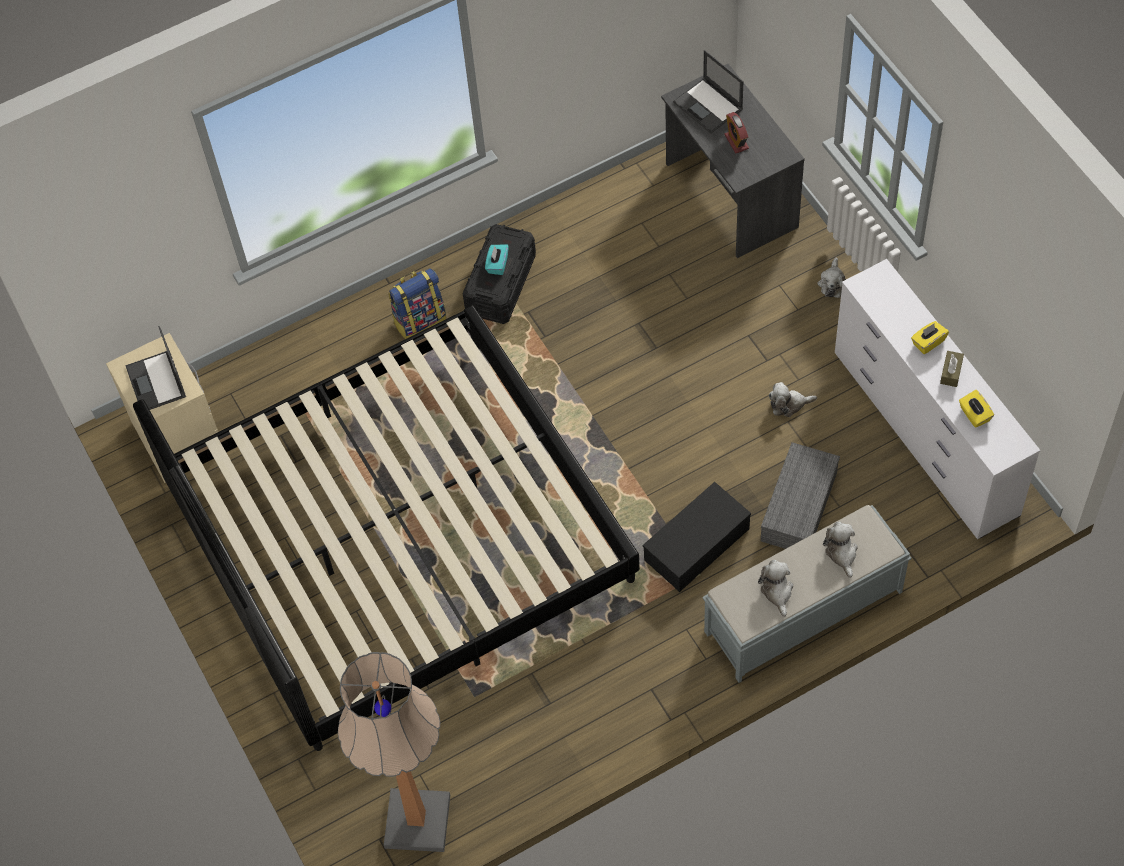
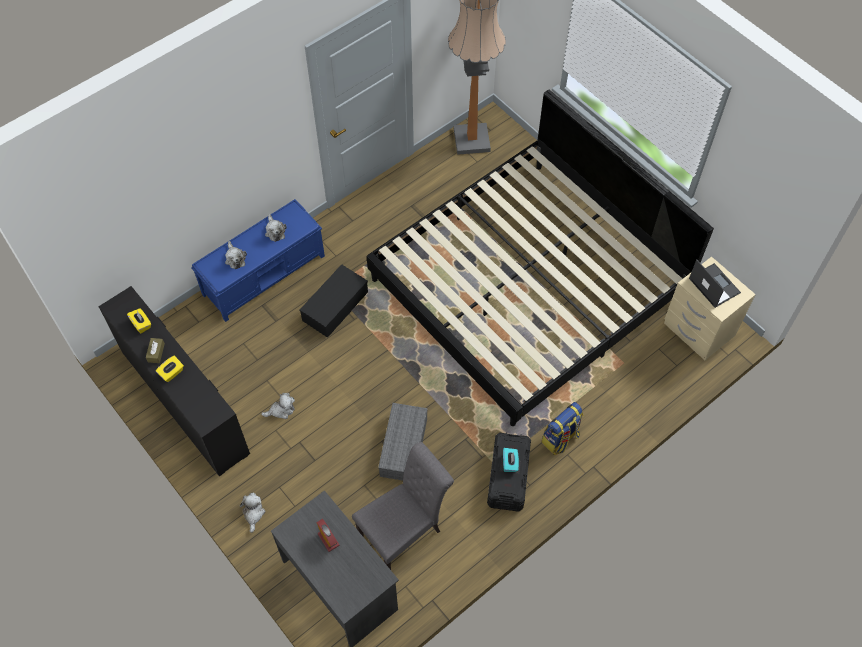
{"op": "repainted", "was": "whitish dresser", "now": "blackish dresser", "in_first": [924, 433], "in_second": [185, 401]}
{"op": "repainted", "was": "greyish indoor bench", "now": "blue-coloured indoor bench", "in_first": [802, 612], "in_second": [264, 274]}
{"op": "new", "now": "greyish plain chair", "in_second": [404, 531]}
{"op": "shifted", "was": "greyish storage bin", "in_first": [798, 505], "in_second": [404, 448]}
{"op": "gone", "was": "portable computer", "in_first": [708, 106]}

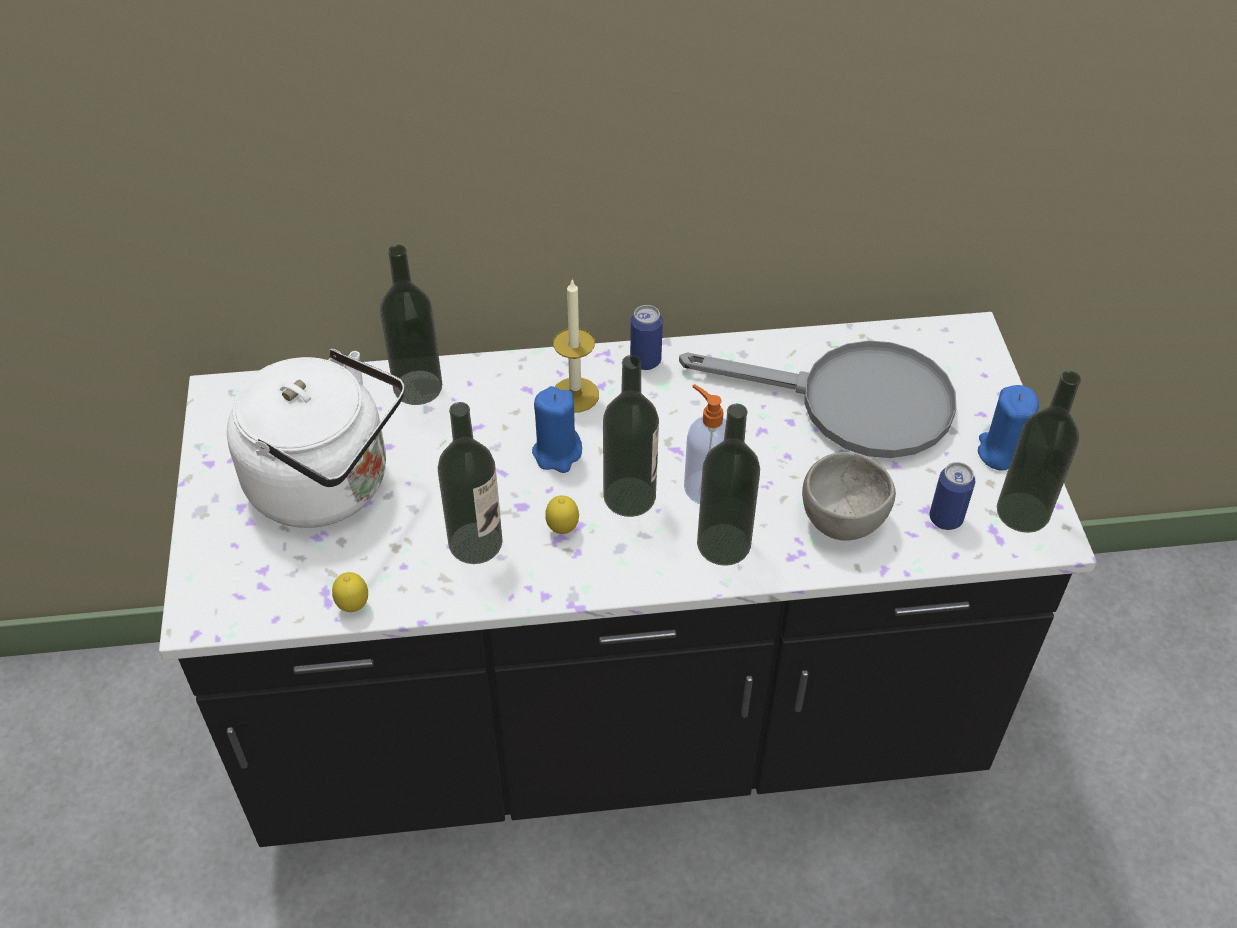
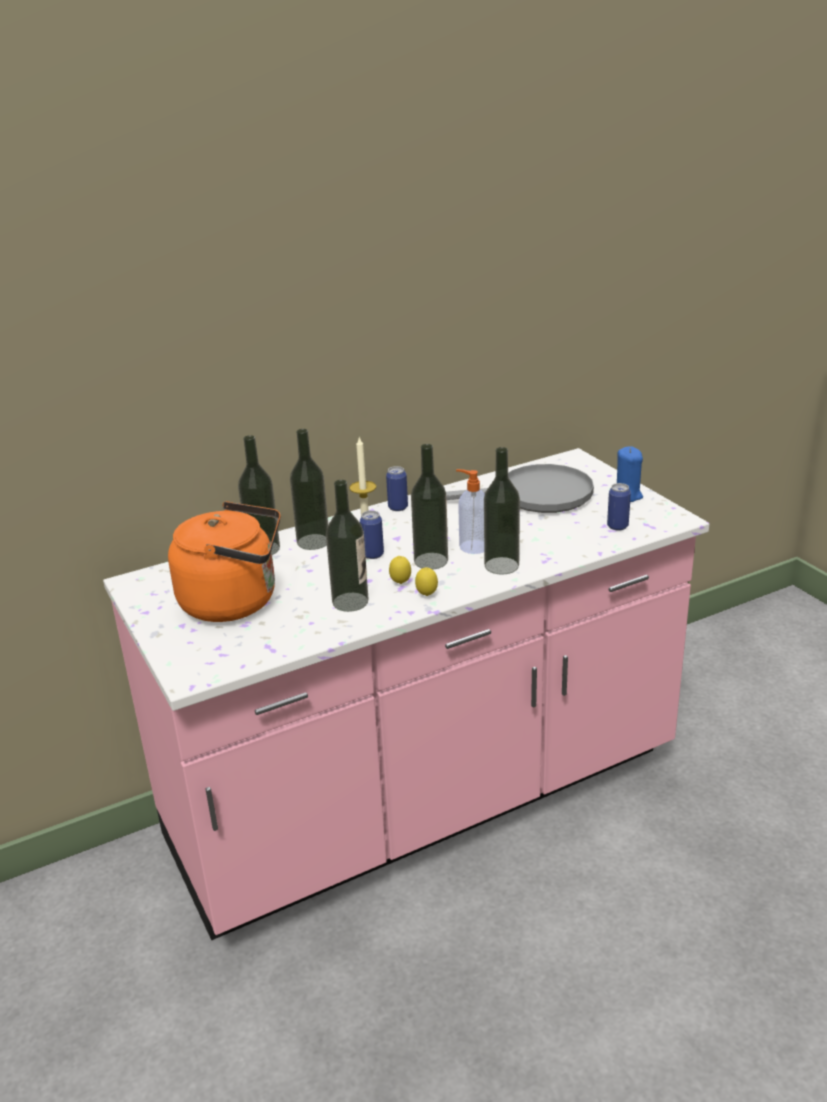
{"op": "repainted", "was": "blackish kitchen base unit", "now": "pink-coloured kitchen base unit", "in_first": [617, 724], "in_second": [425, 801]}
{"op": "repainted", "was": "whitish kettle", "now": "orange kettle", "in_first": [329, 485], "in_second": [235, 601]}
{"op": "shifted", "was": "bottle", "in_first": [1022, 512], "in_second": [313, 542]}
{"op": "swapped", "was": "blue-coloured wax light", "now": "metal can", "in_first": [557, 453], "in_second": [373, 554]}
{"op": "shifted", "was": "lemon", "in_first": [353, 607], "in_second": [427, 595]}
{"op": "gone", "was": "greyish deep dish", "in_first": [845, 522]}

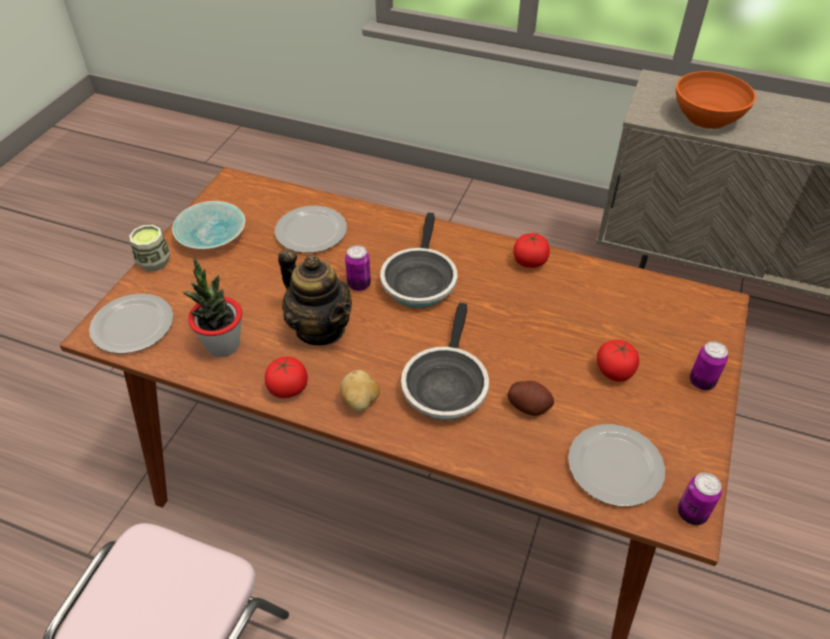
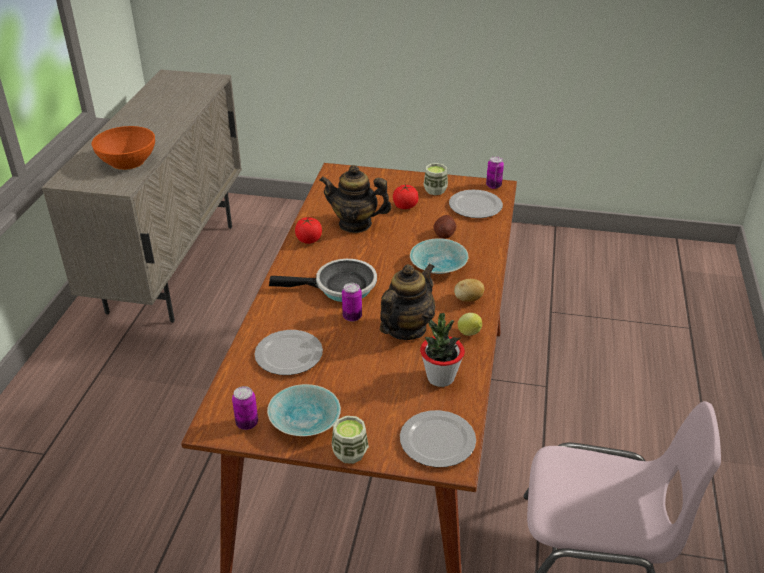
{"op": "shifted", "was": "metal can", "in_first": [701, 382], "in_second": [247, 423]}
{"op": "new", "now": "pot for tea", "in_second": [355, 224]}
{"op": "swapped", "was": "pan", "now": "blue-green deep dish", "in_first": [445, 384], "in_second": [439, 266]}
{"op": "new", "now": "small cup", "in_second": [435, 190]}
{"op": "swapped", "was": "whole tomato", "now": "lemon", "in_first": [288, 388], "in_second": [470, 334]}

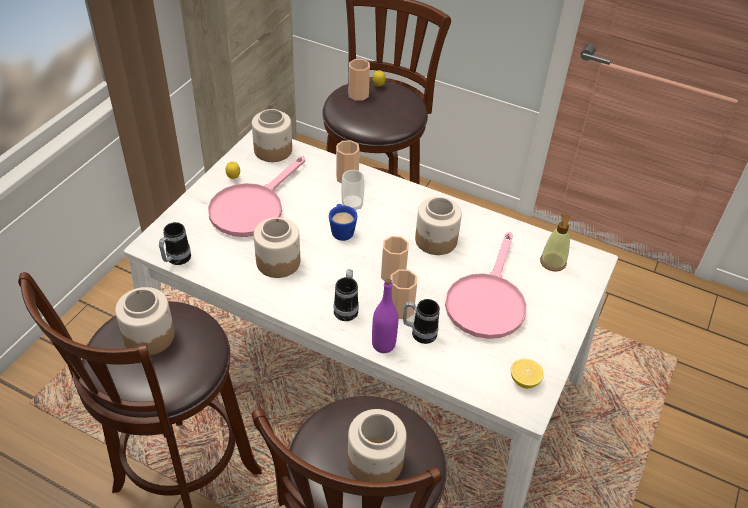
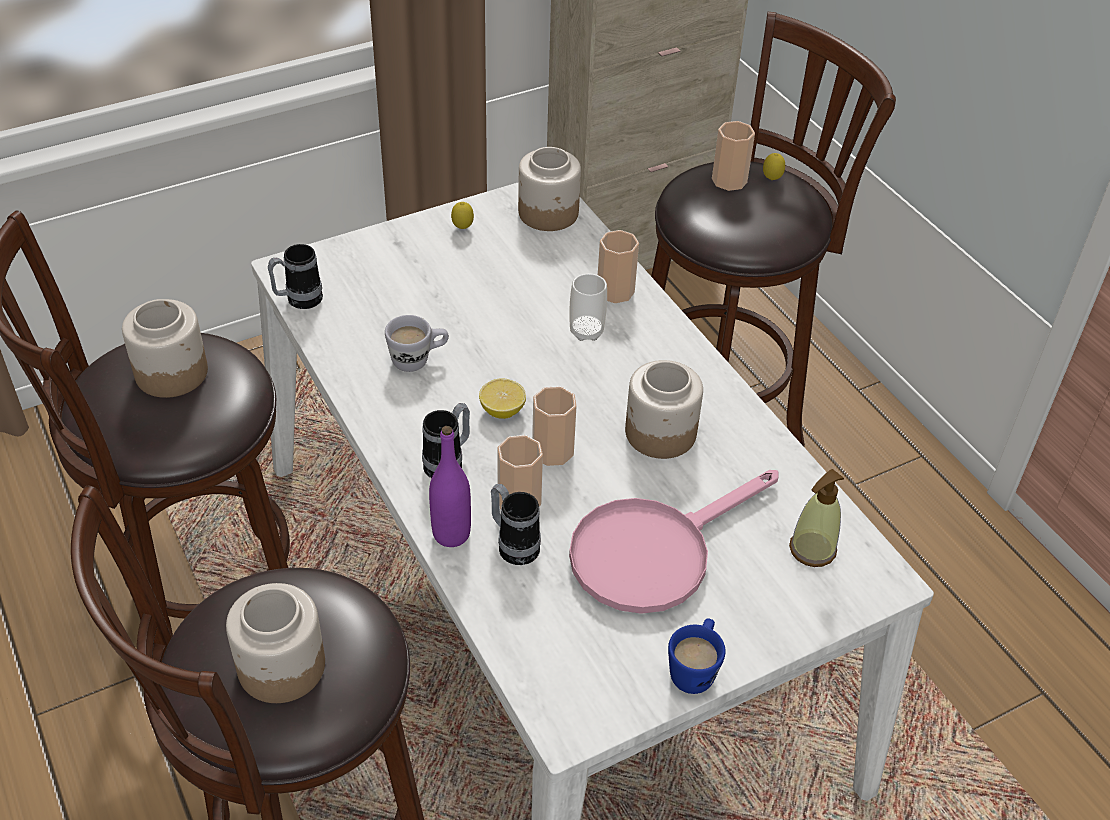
{"op": "swapped", "was": "storage jar", "now": "whitish mug", "in_first": [278, 261], "in_second": [418, 360]}
{"op": "shifted", "was": "lemon", "in_first": [524, 380], "in_second": [502, 410]}
{"op": "shifted", "was": "blue-coloured mug", "in_first": [341, 230], "in_second": [695, 669]}
{"op": "gone", "was": "pink-coloured pan", "in_first": [252, 207]}

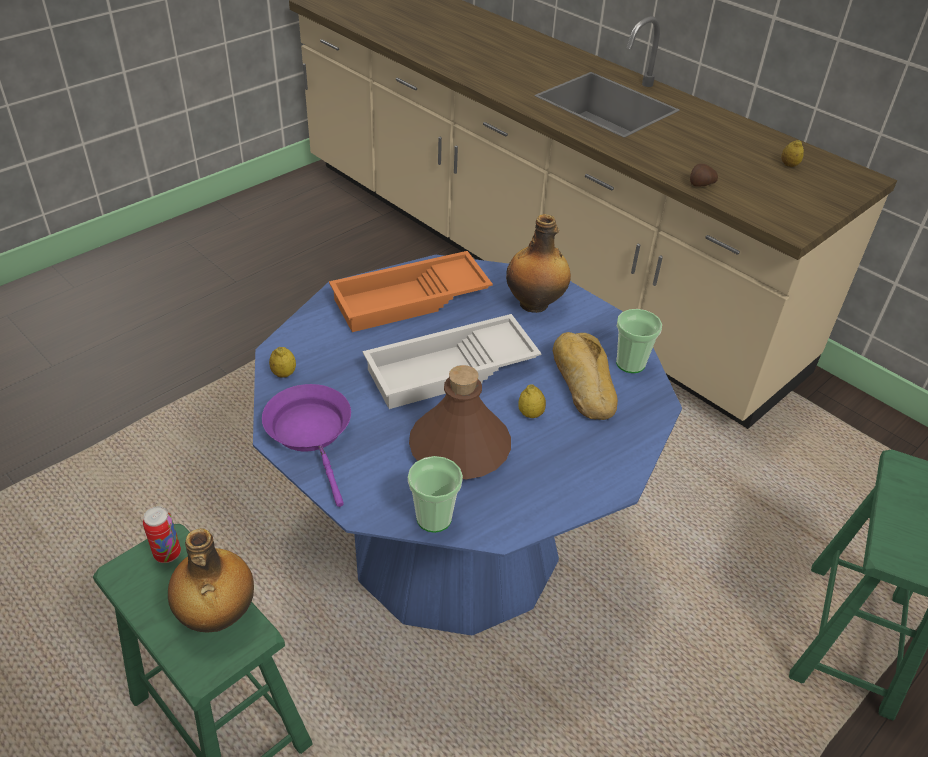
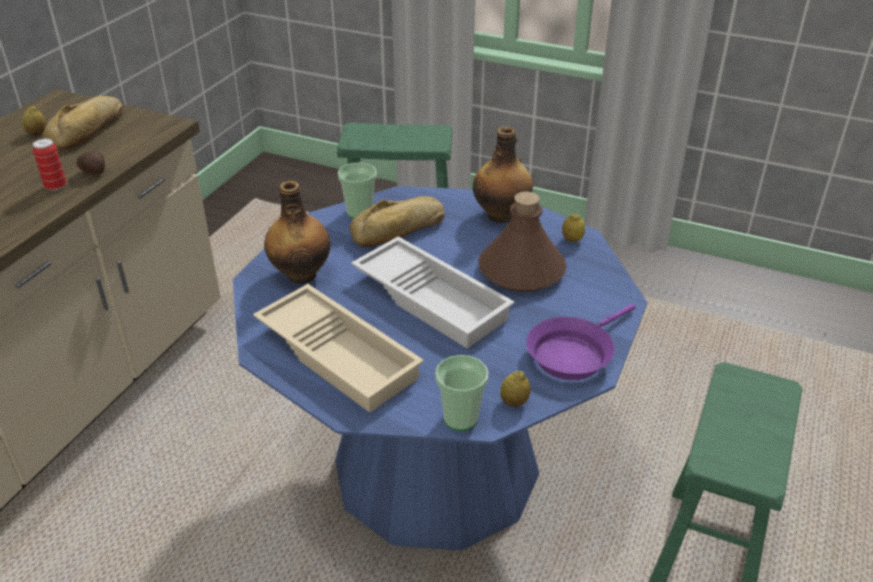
{"op": "shifted", "was": "metal can", "in_first": [167, 554], "in_second": [56, 186]}
{"op": "new", "now": "baked bread", "in_second": [89, 130]}
{"op": "repainted", "was": "orange tray", "now": "beige-coloured tray", "in_first": [410, 301], "in_second": [340, 354]}
{"op": "shifted", "was": "small cup", "in_first": [434, 518], "in_second": [460, 418]}
{"op": "shifted", "was": "bottle", "in_first": [217, 616], "in_second": [502, 215]}
{"op": "shifted", "was": "lemon", "in_first": [530, 414], "in_second": [572, 239]}

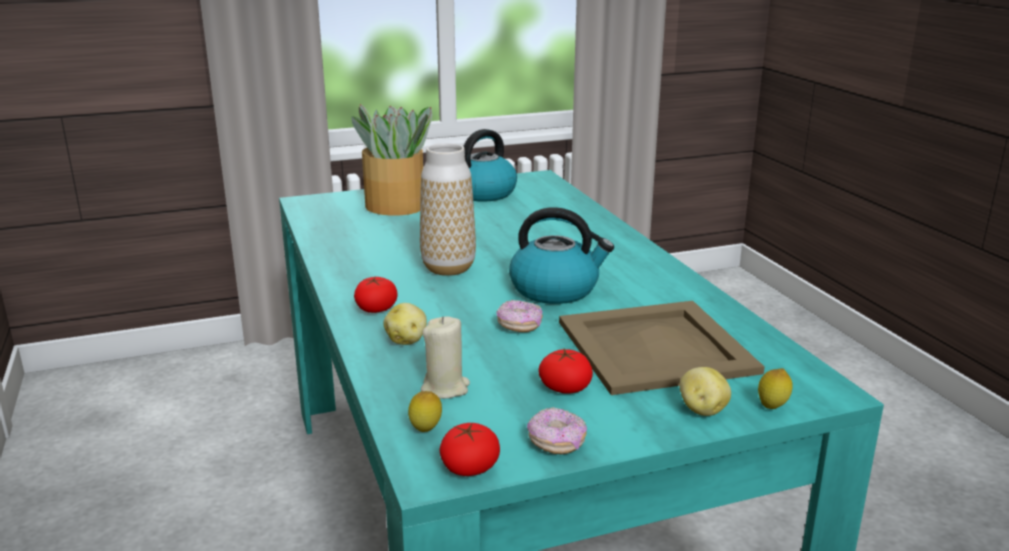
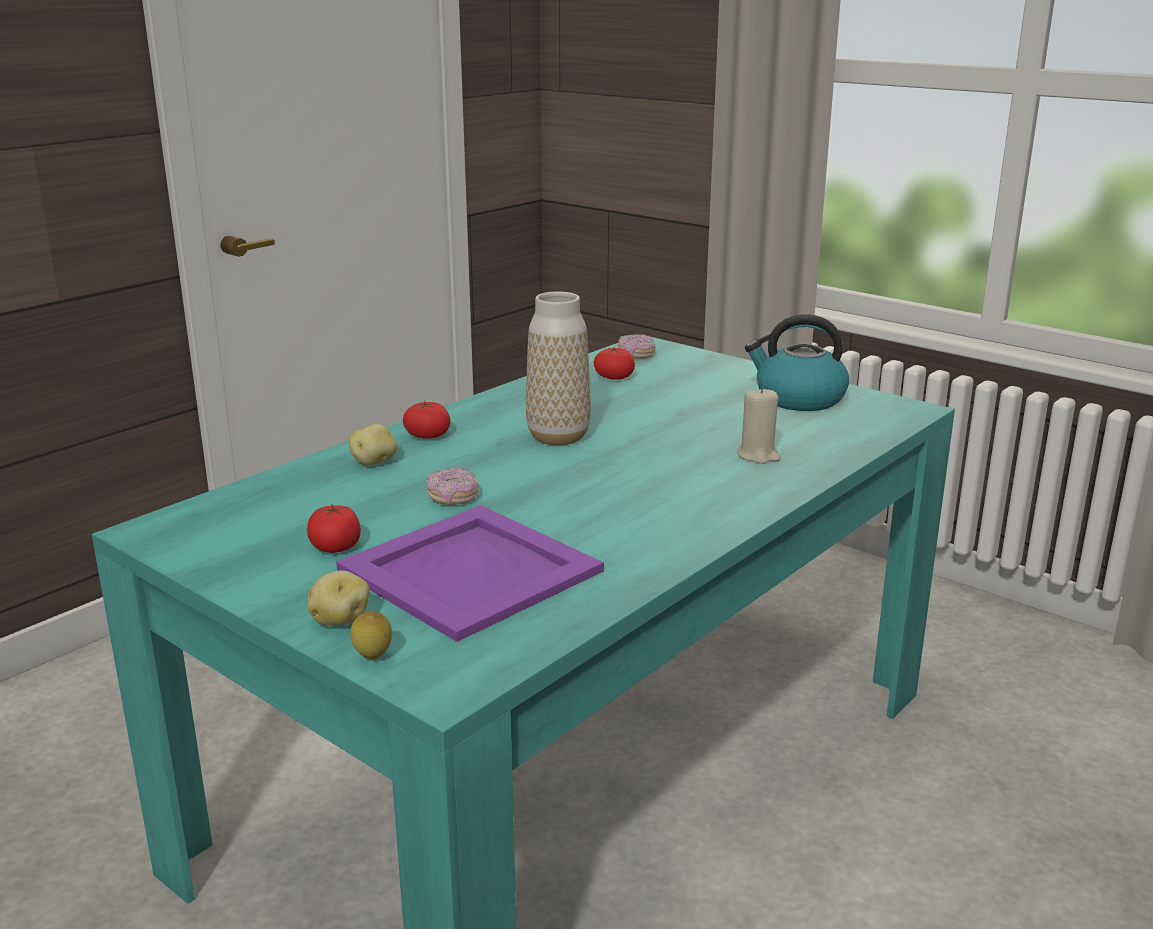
{"op": "repainted", "was": "beige-coloured tray", "now": "purplish tray", "in_first": [653, 346], "in_second": [470, 569]}
{"op": "shifted", "was": "whole tomato", "in_first": [469, 467], "in_second": [614, 377]}
{"op": "shifted", "was": "donut", "in_first": [556, 443], "in_second": [636, 355]}
{"op": "shifted", "was": "beige-coloured wax light", "in_first": [445, 388], "in_second": [758, 455]}
{"op": "gone", "was": "potted plant", "in_first": [396, 206]}
{"op": "gone", "was": "lemon", "in_first": [426, 431]}
{"op": "gone", "was": "kettle", "in_first": [556, 289]}

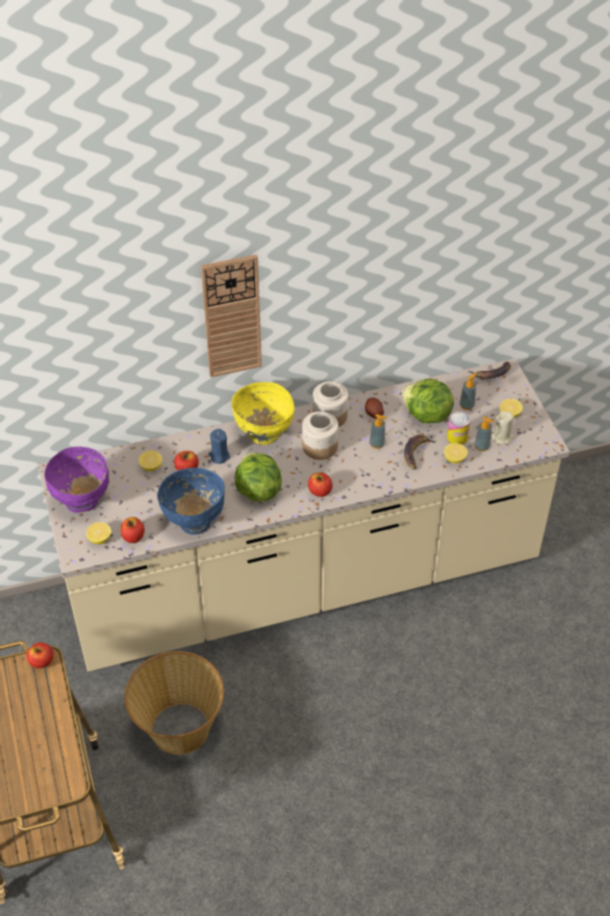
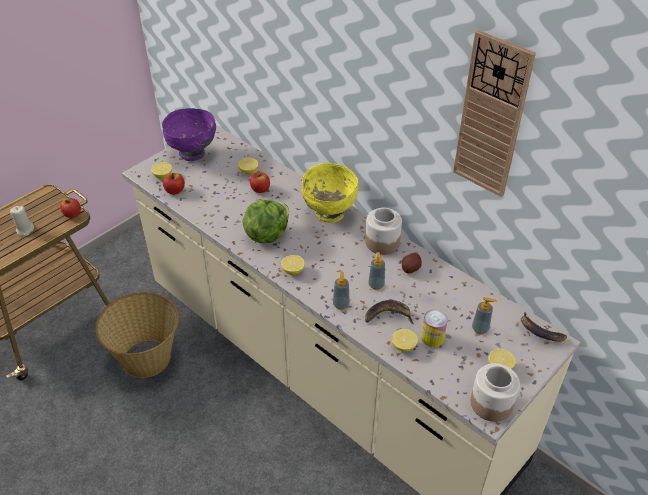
{"op": "shifted", "was": "beige-coloured wax light", "in_first": [502, 437], "in_second": [25, 230]}
{"op": "swapped", "was": "whole apple", "now": "lemon", "in_first": [320, 491], "in_second": [293, 271]}
{"op": "shifted", "was": "liquid soap bottle", "in_first": [482, 446], "in_second": [341, 304]}
{"op": "shifted", "was": "clock on the wall", "in_first": [232, 316], "in_second": [491, 117]}
{"op": "shifted", "was": "storage jar", "in_first": [319, 447], "in_second": [490, 403]}
{"op": "gone", "was": "blue-coloured deep dish", "in_first": [194, 521]}
{"op": "gone", "was": "blue-coloured wax light", "in_first": [219, 456]}
{"op": "gone", "was": "lettuce", "in_first": [426, 415]}

